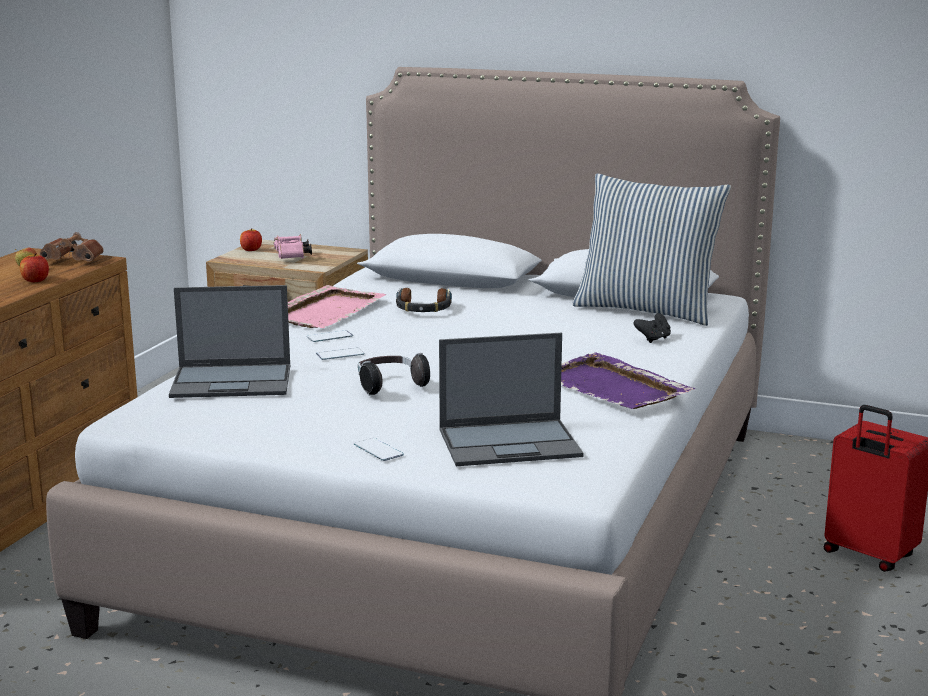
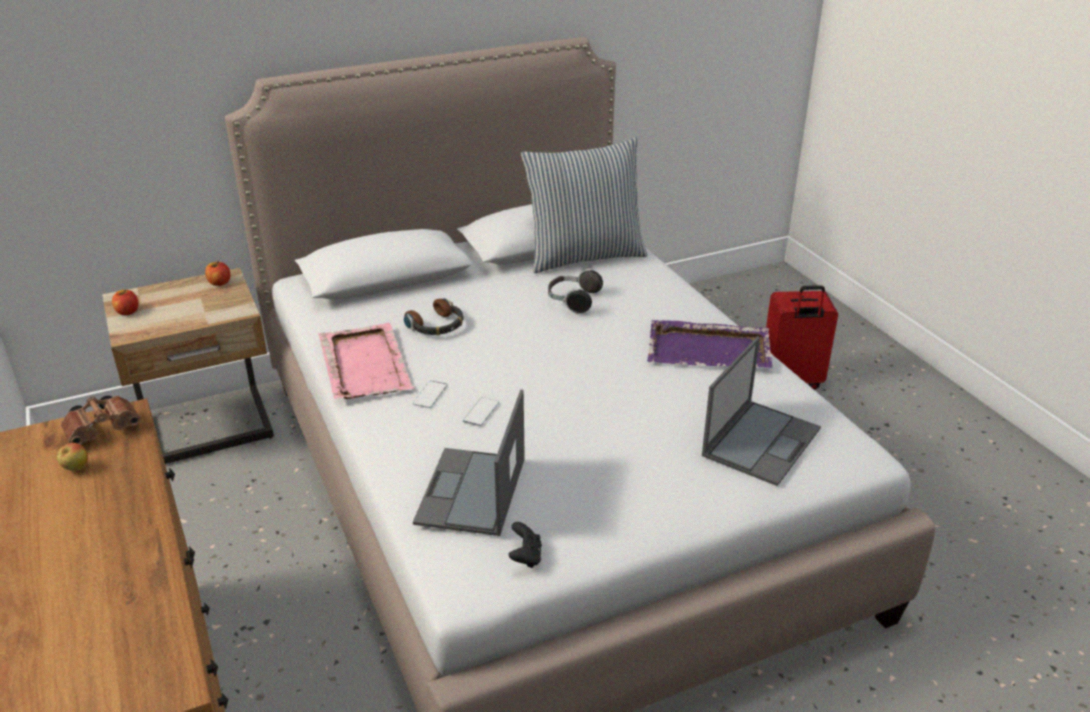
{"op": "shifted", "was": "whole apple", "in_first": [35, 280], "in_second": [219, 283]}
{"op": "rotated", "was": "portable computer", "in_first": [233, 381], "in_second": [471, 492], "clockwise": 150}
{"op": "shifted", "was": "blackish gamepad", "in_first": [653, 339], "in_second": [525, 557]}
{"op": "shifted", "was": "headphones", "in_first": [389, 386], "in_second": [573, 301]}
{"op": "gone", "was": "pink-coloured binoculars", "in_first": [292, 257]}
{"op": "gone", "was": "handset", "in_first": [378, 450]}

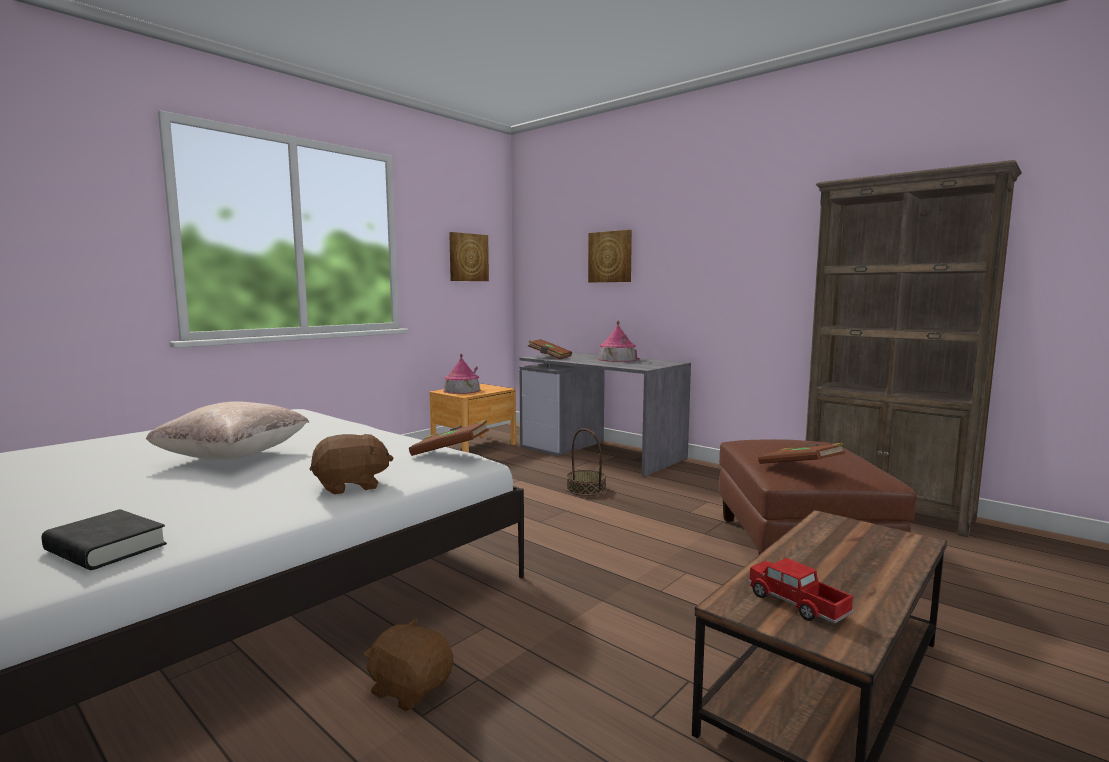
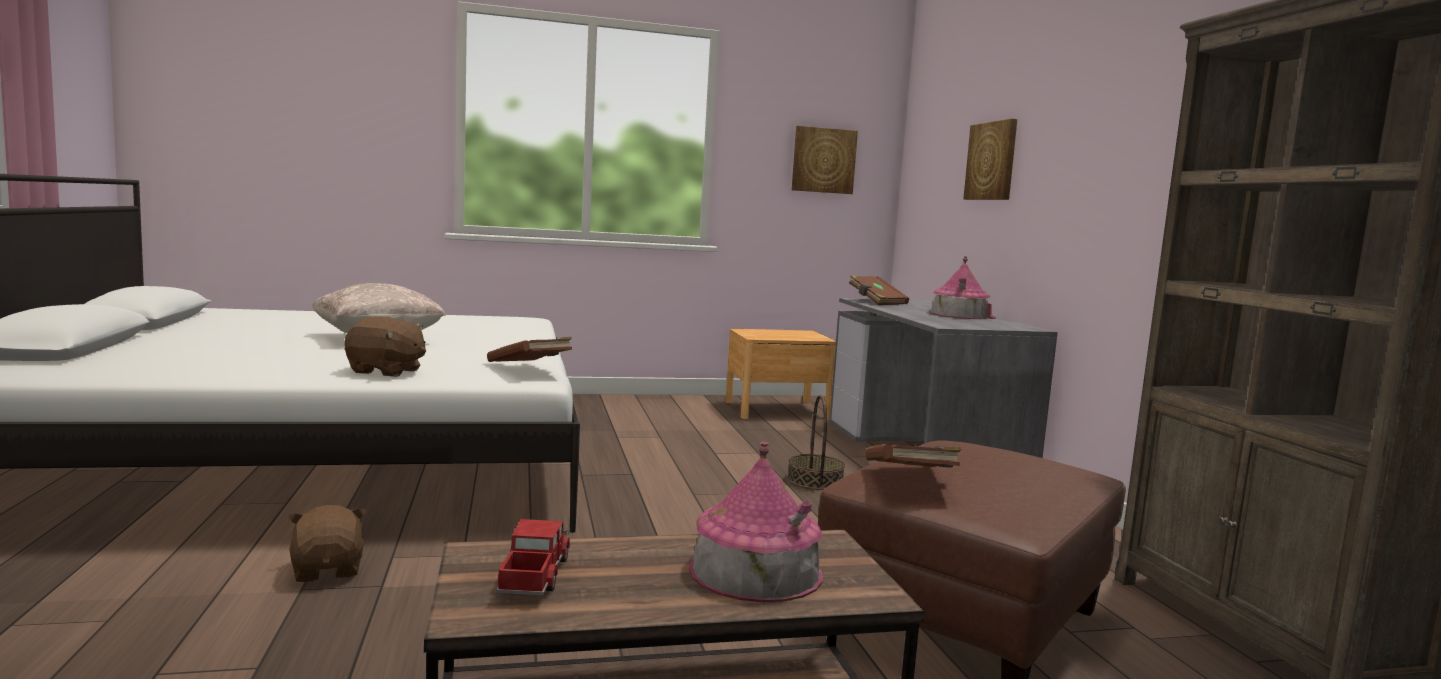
{"op": "shifted", "was": "model house", "in_first": [462, 390], "in_second": [755, 571]}
{"op": "gone", "was": "blackish bound book", "in_first": [105, 548]}

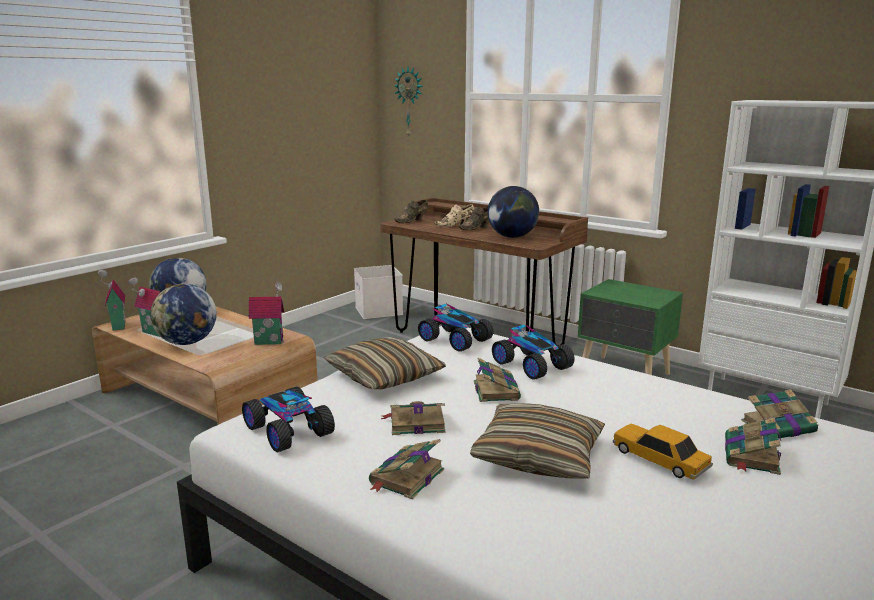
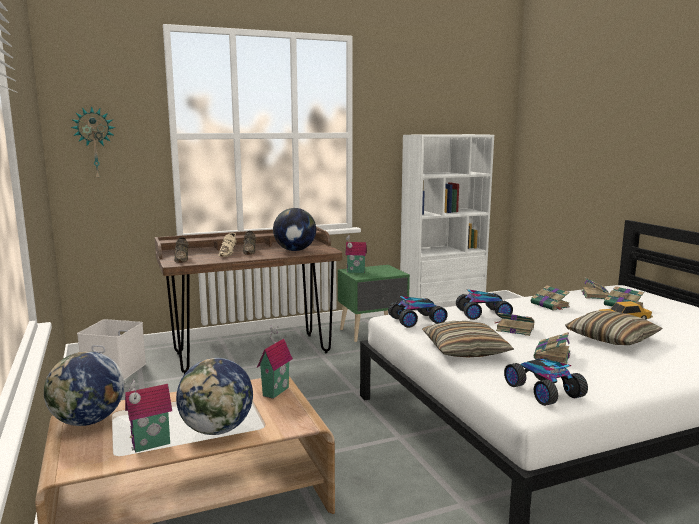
{"op": "shifted", "was": "model house", "in_first": [117, 326], "in_second": [355, 272]}
{"op": "rotated", "was": "miniature car", "in_first": [289, 430], "in_second": [544, 390], "clockwise": 75}
{"op": "shifted", "was": "bound book", "in_first": [406, 477], "in_second": [550, 305]}

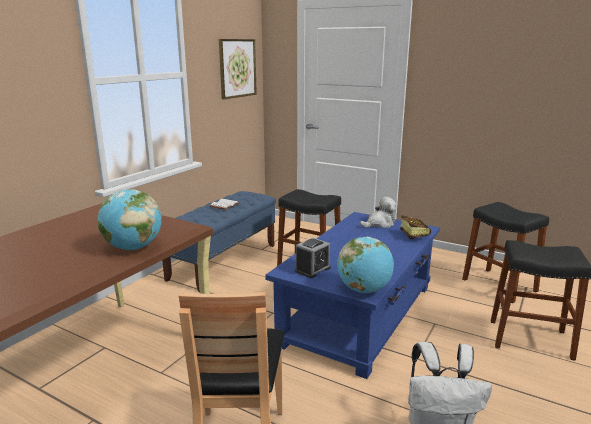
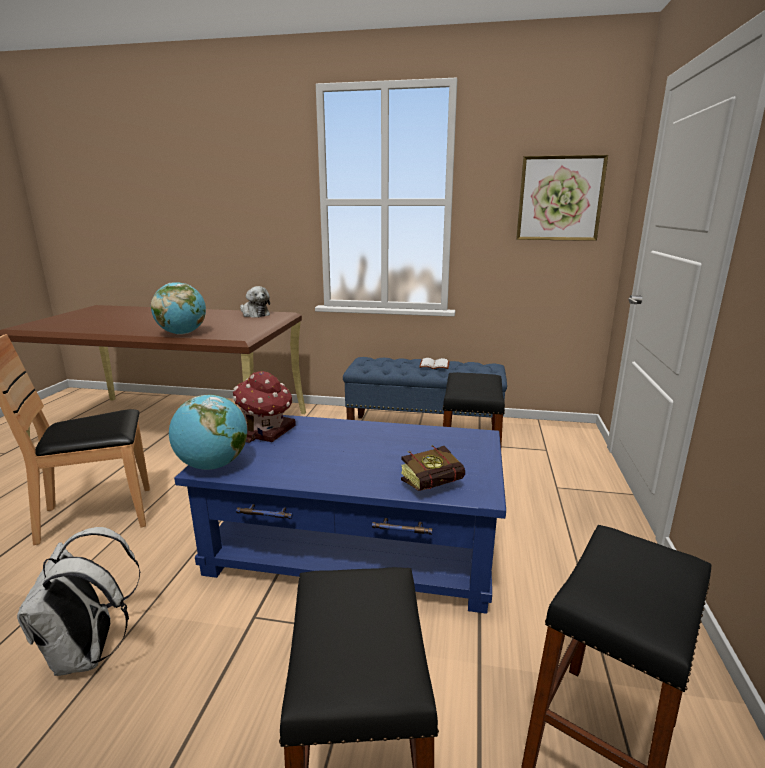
{"op": "swapped", "was": "alarm clock", "now": "model house", "in_first": [312, 269], "in_second": [265, 431]}
{"op": "shifted", "was": "plush toy", "in_first": [379, 224], "in_second": [254, 314]}

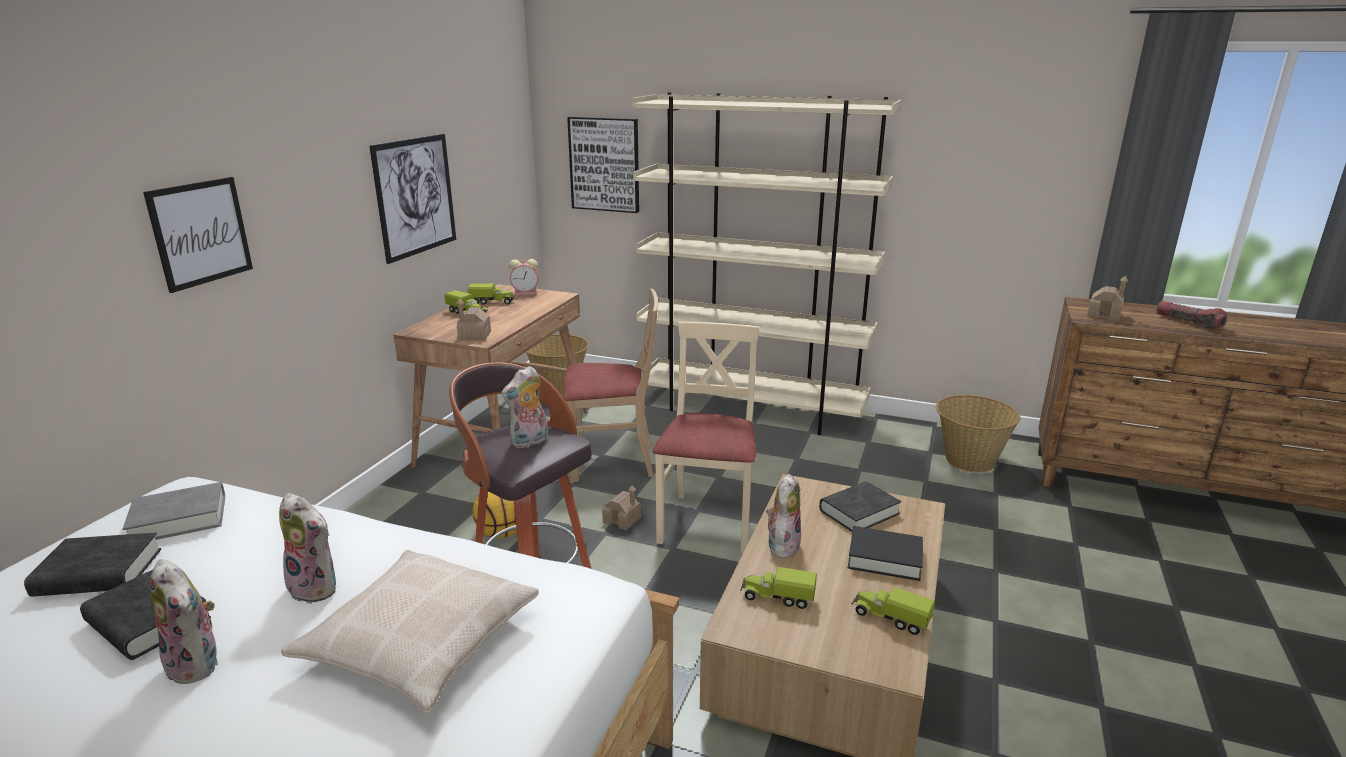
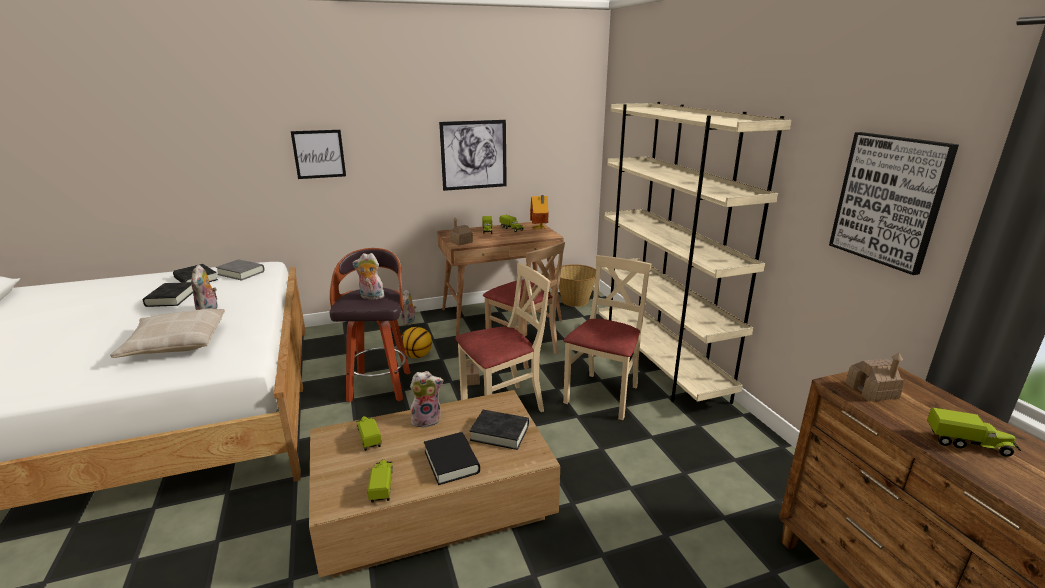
{"op": "shifted", "was": "plush toy", "in_first": [199, 665], "in_second": [409, 322]}
{"op": "swapped", "was": "alarm clock", "now": "model house", "in_first": [526, 293], "in_second": [539, 229]}
{"op": "new", "now": "beige-coloured plain chair", "in_second": [603, 395]}
{"op": "shifted", "was": "picture", "in_first": [605, 164], "in_second": [889, 200]}
{"op": "swapped", "was": "torch", "now": "toy lorry", "in_first": [1188, 322], "in_second": [969, 444]}
{"op": "gone", "was": "household basket", "in_first": [969, 460]}

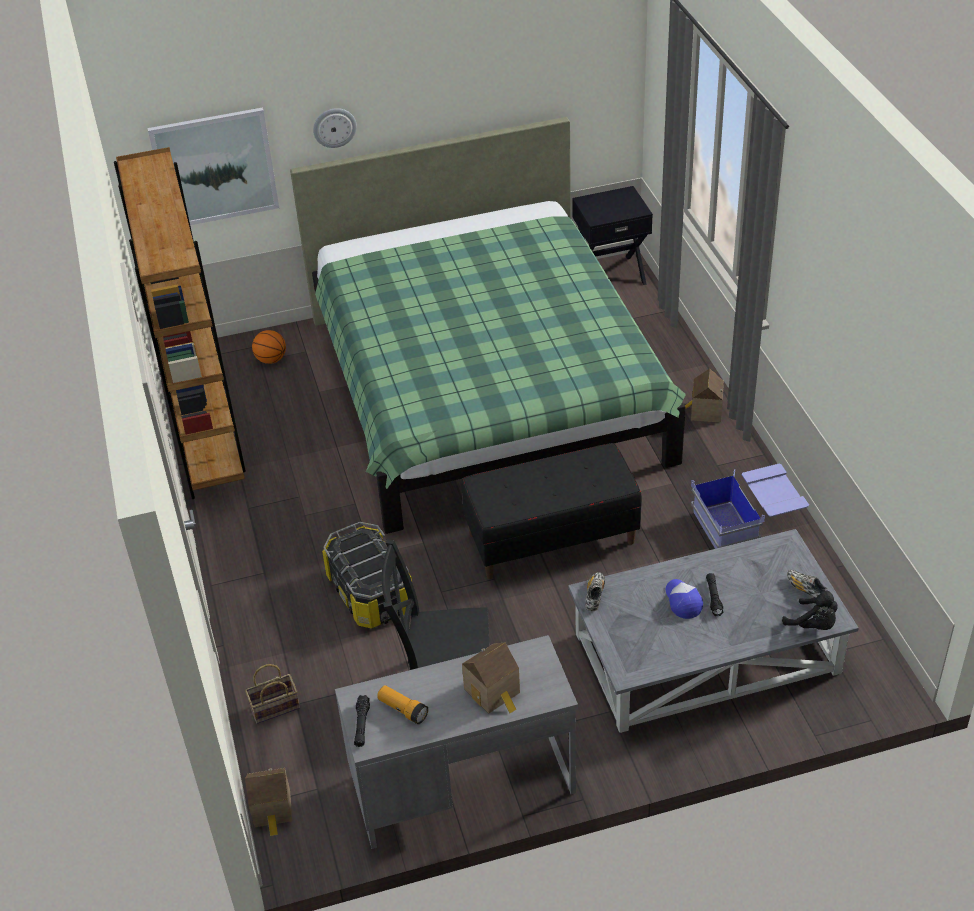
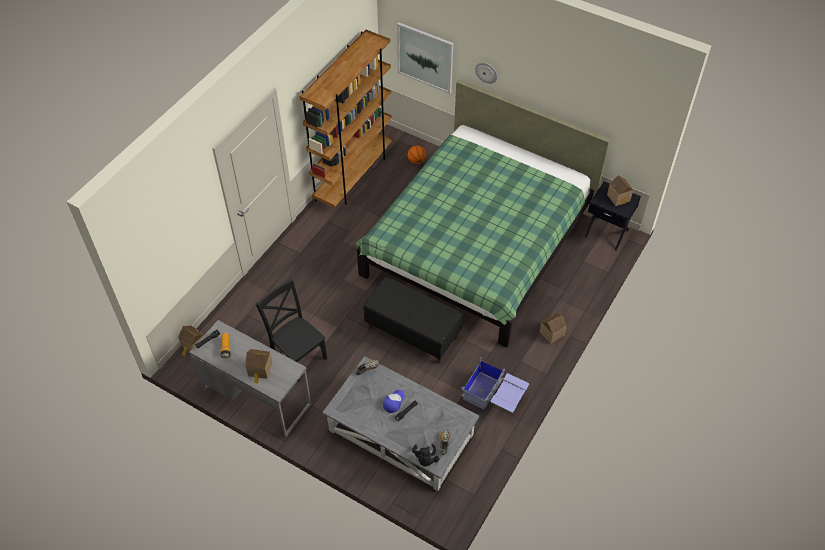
{"op": "new", "now": "model house", "in_second": [619, 197]}
{"op": "gone", "was": "household basket", "in_first": [274, 708]}
{"op": "gone", "was": "storage bin", "in_first": [370, 593]}

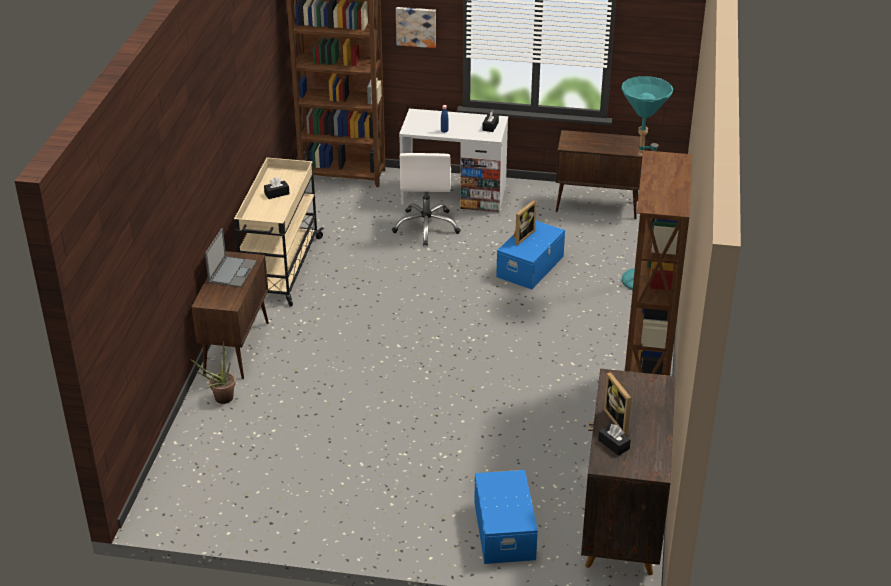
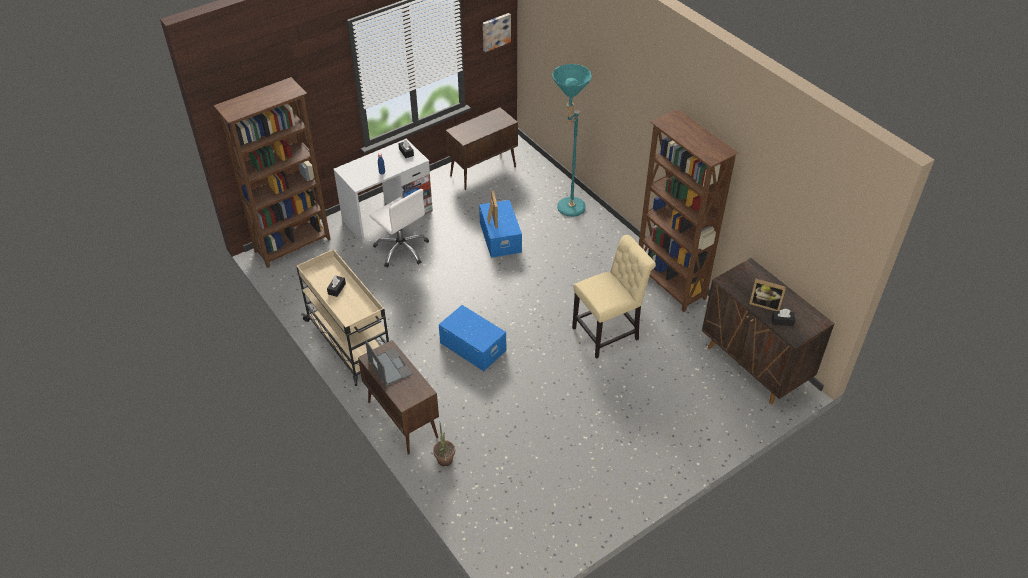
{"op": "shifted", "was": "blue-coloured storage bin", "in_first": [505, 530], "in_second": [473, 346]}
{"op": "shifted", "was": "picture", "in_first": [416, 26], "in_second": [495, 31]}
{"op": "new", "now": "beige-coloured plain chair", "in_second": [608, 333]}

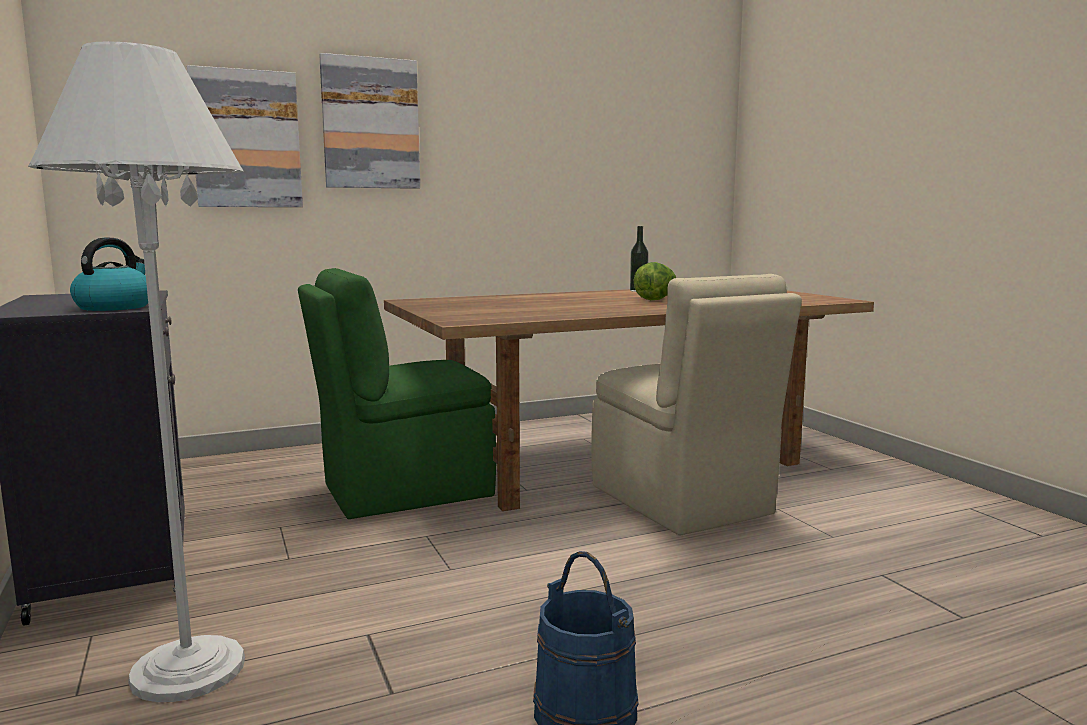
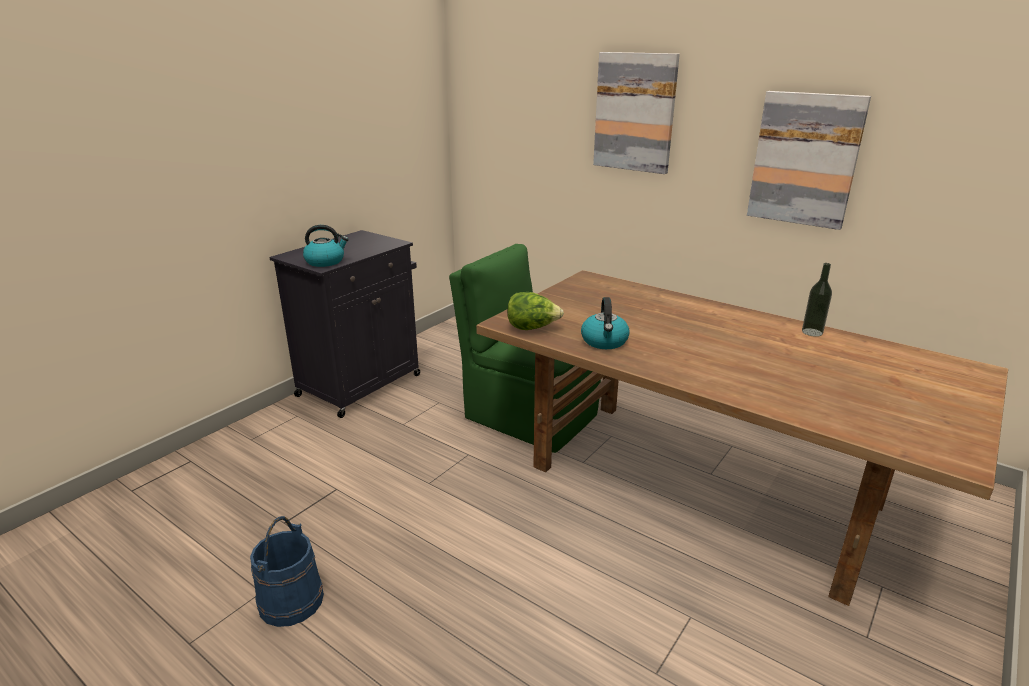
{"op": "shifted", "was": "lettuce", "in_first": [656, 299], "in_second": [532, 328]}
{"op": "new", "now": "kettle", "in_second": [604, 341]}
{"op": "shifted", "was": "picture", "in_first": [246, 139], "in_second": [805, 159]}
{"op": "gone", "was": "whitish standing lamp", "in_first": [188, 669]}
{"op": "gone", "was": "beige-coloured plain chair", "in_first": [682, 502]}

